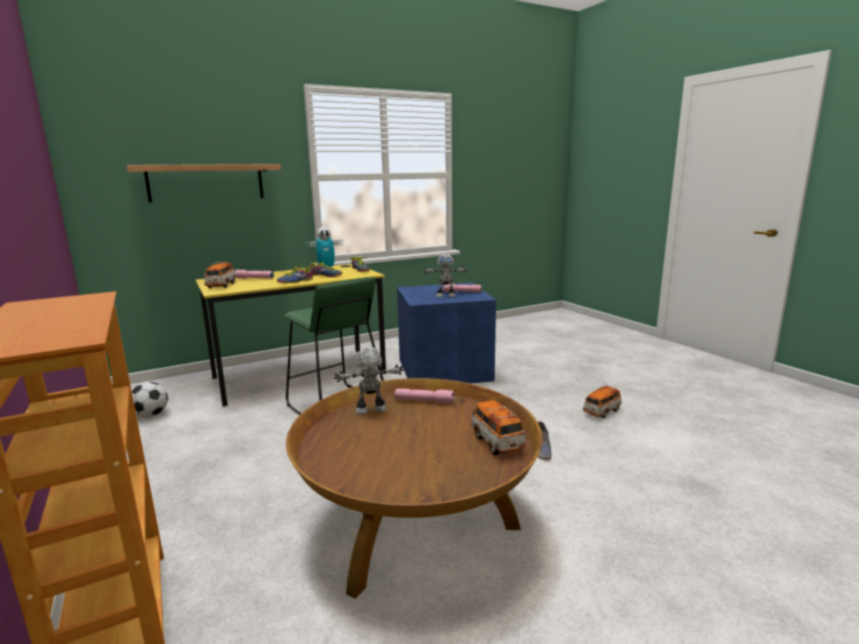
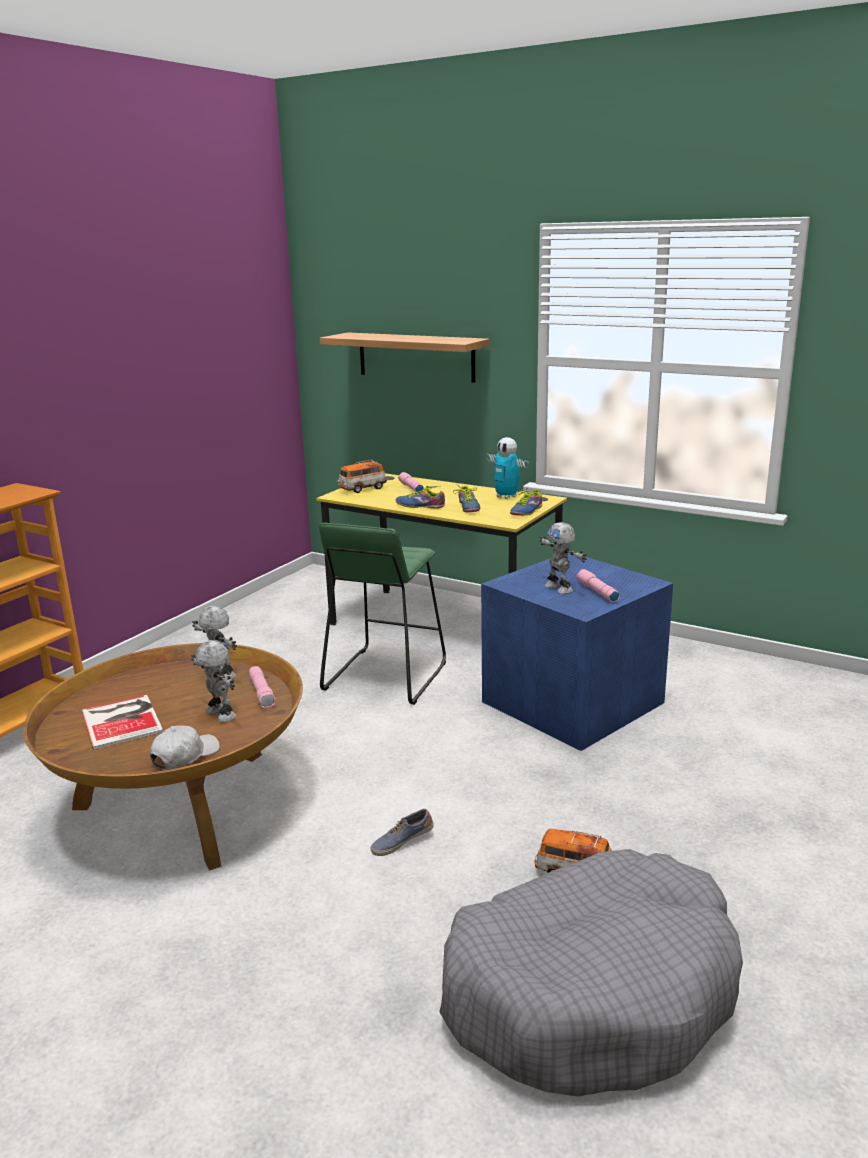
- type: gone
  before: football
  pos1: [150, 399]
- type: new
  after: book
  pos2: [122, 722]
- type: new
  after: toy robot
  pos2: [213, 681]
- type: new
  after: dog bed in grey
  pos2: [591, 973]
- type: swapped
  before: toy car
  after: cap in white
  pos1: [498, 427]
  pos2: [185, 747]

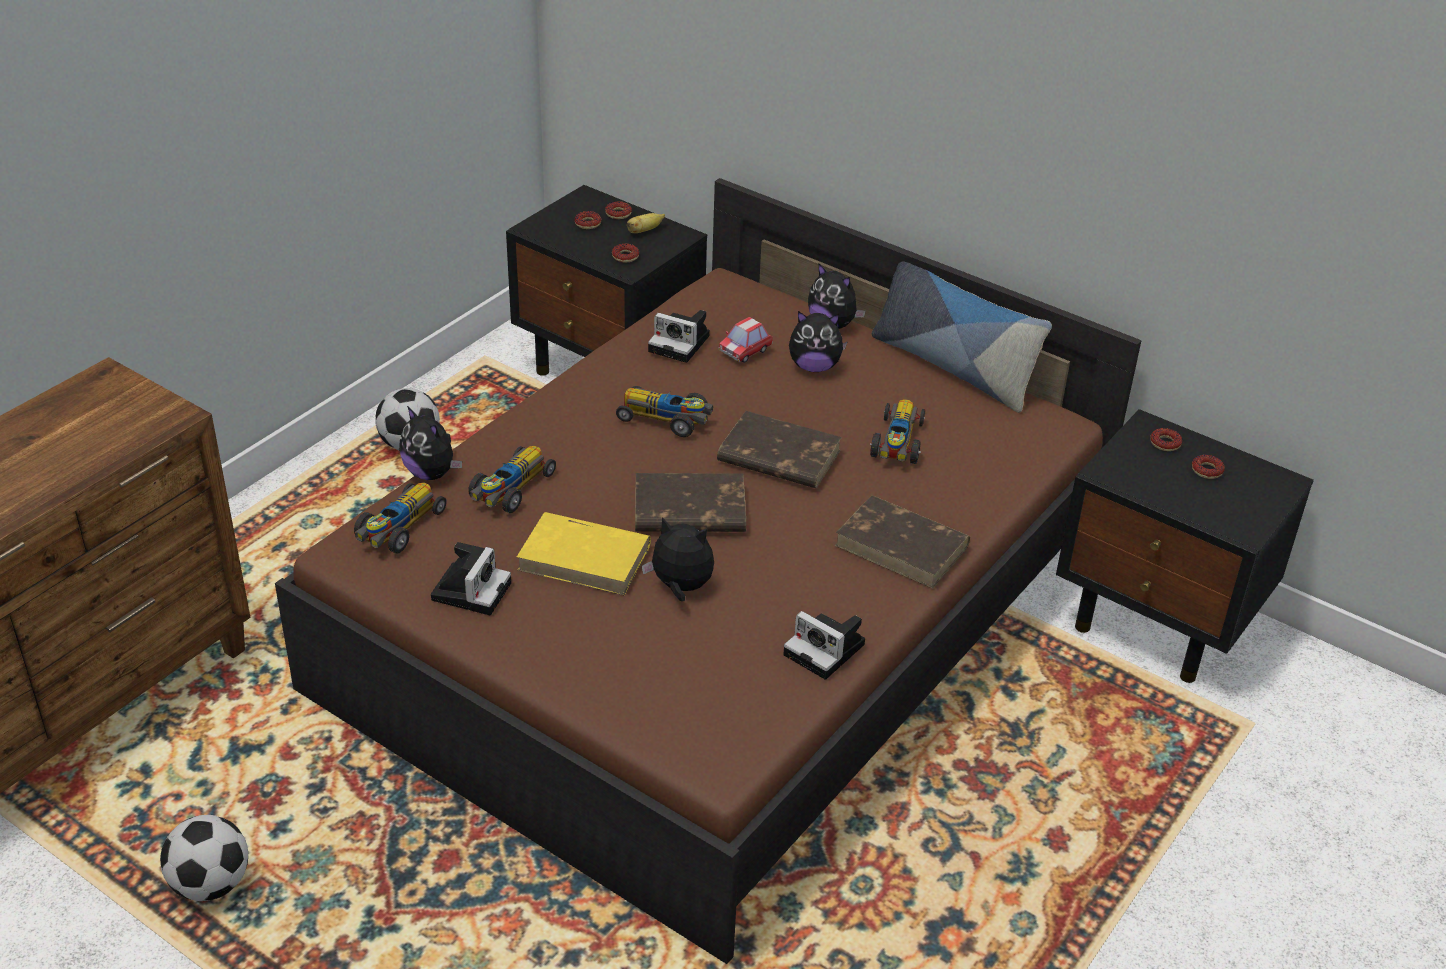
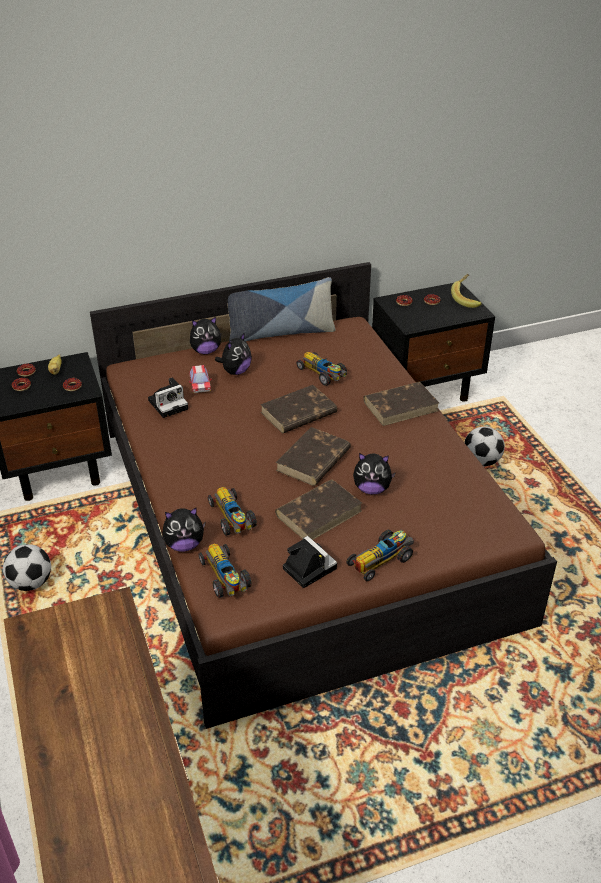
- type: gone
  before: photo camera
  pos1: [824, 645]
- type: new
  after: banana
  pos2: [466, 291]
- type: shifted
  before: football
  pos1: [204, 858]
  pos2: [484, 446]
- type: shifted
  before: toy car
  pos1: [664, 411]
  pos2: [380, 556]
- type: repainted
  before: book in yellow
  after: book in brown
  pos1: [584, 553]
  pos2: [318, 509]
- type: rotated
  before: plush toy
  pos1: [678, 559]
  pos2: [374, 473]
  turn: -135

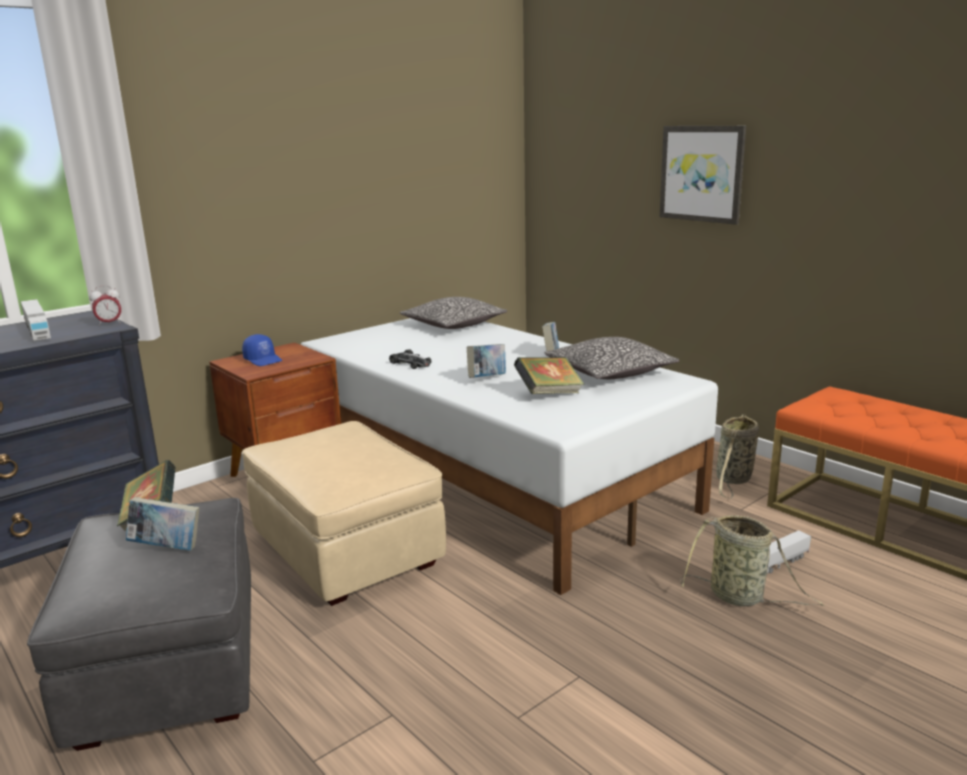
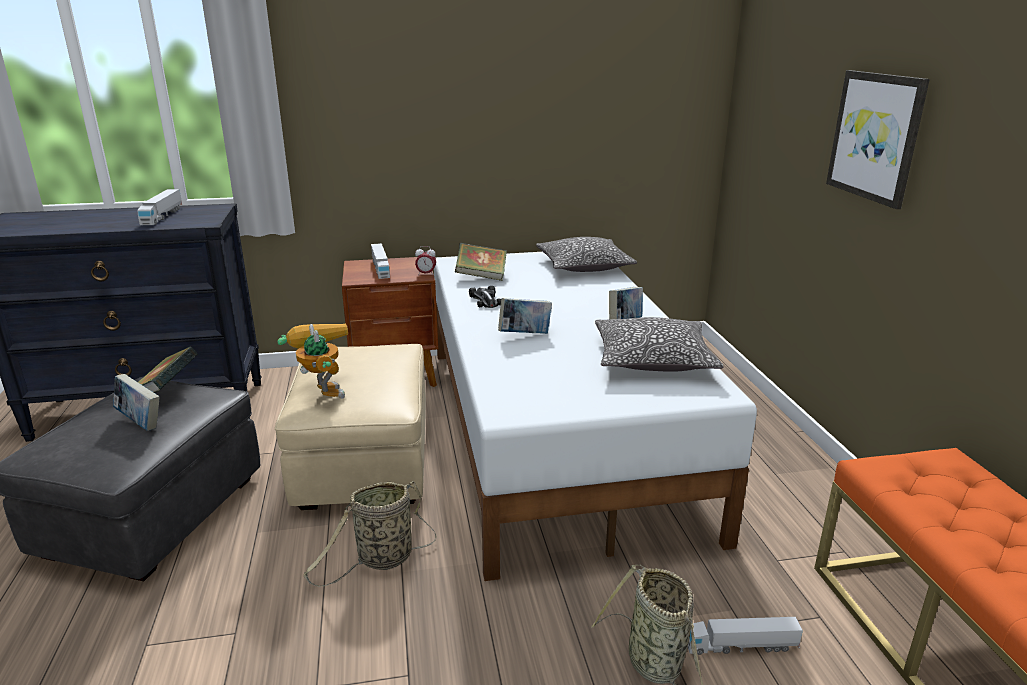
- type: new
  after: toy robot
  pos2: [312, 361]
- type: shifted
  before: alarm clock
  pos1: [105, 305]
  pos2: [425, 260]
- type: shifted
  before: book
  pos1: [549, 375]
  pos2: [481, 262]
- type: shifted
  before: basket
  pos1: [737, 456]
  pos2: [370, 534]
- type: swapped
  before: cap in blue
  after: toy truck
  pos1: [262, 350]
  pos2: [380, 261]

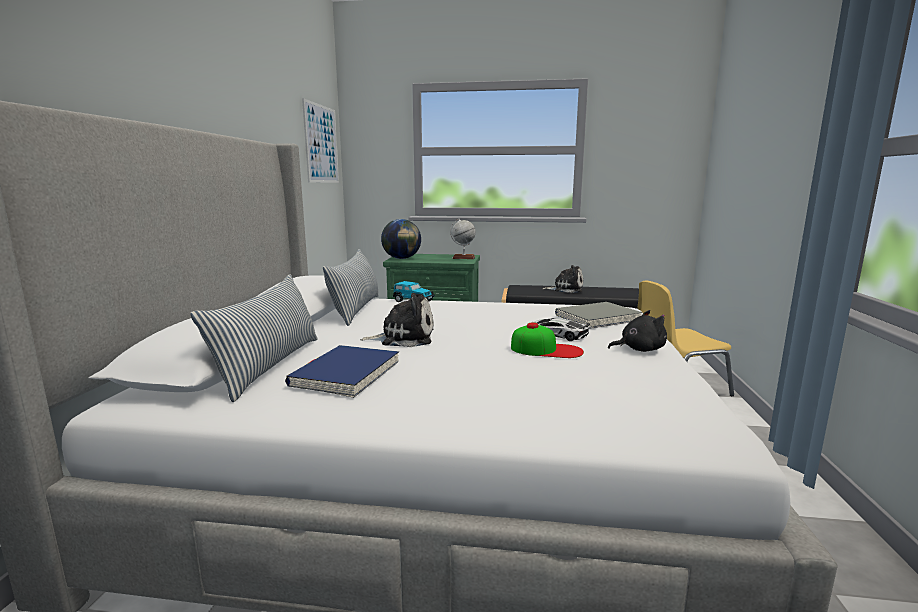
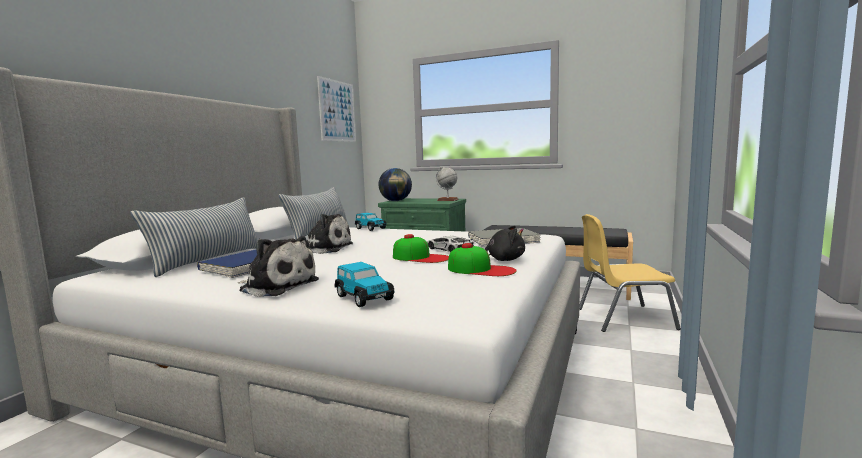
- type: new
  after: toy car
  pos2: [364, 284]
- type: new
  after: cap
  pos2: [482, 259]
- type: shifted
  before: plush toy
  pos1: [563, 279]
  pos2: [278, 266]

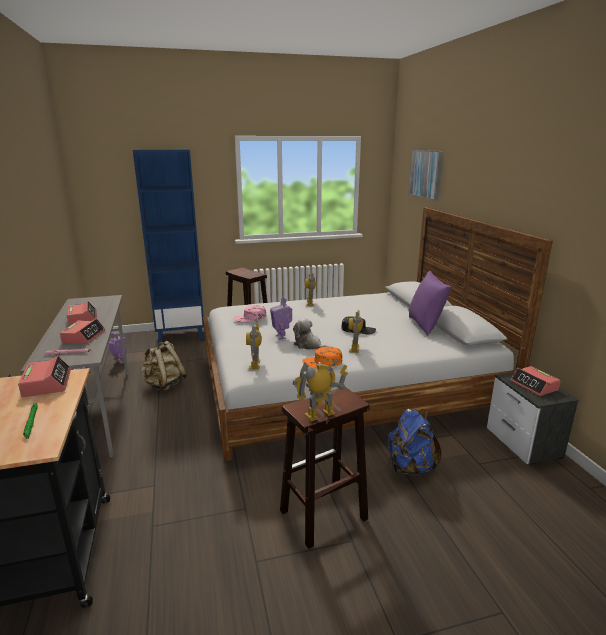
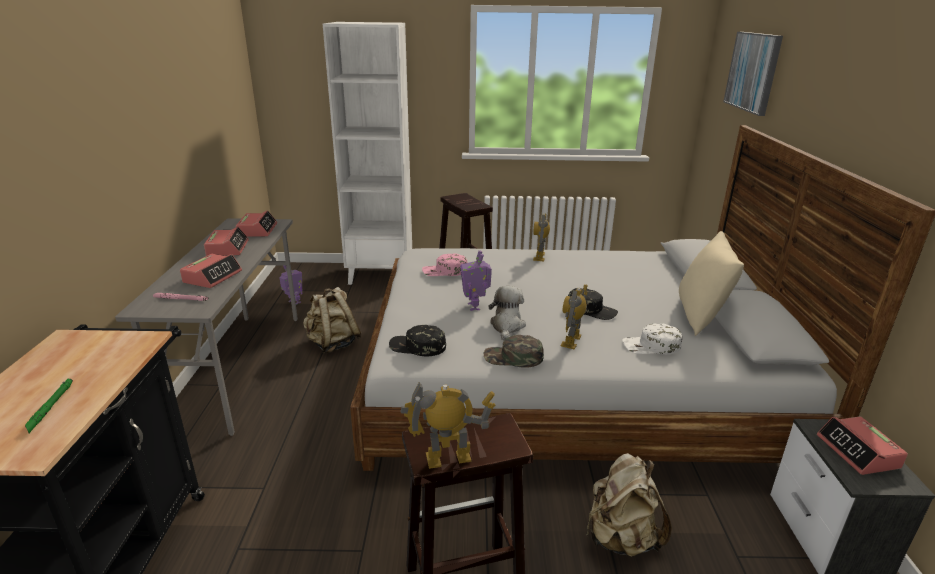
- type: new
  after: cap in white
  pos2: [652, 339]
- type: shifted
  before: alarm clock
  pos1: [44, 376]
  pos2: [256, 223]
- type: swapped
  before: toy robot
  after: cap in black
  pos1: [254, 346]
  pos2: [417, 340]
- type: repainted
  before: bookcase in blue
  after: bookcase in white
  pos1: [168, 247]
  pos2: [367, 153]
- type: repainted
  before: cap in orange
  after: cap in green
  pos1: [322, 357]
  pos2: [514, 351]
- type: repainted
  before: backpack in blue
  after: backpack in beige
  pos1: [415, 442]
  pos2: [629, 505]
- type: repainted
  before: pillow in purple
  after: pillow in beige
  pos1: [430, 303]
  pos2: [711, 283]
- type: rotated
  before: plush toy
  pos1: [310, 334]
  pos2: [507, 313]
  turn: 45

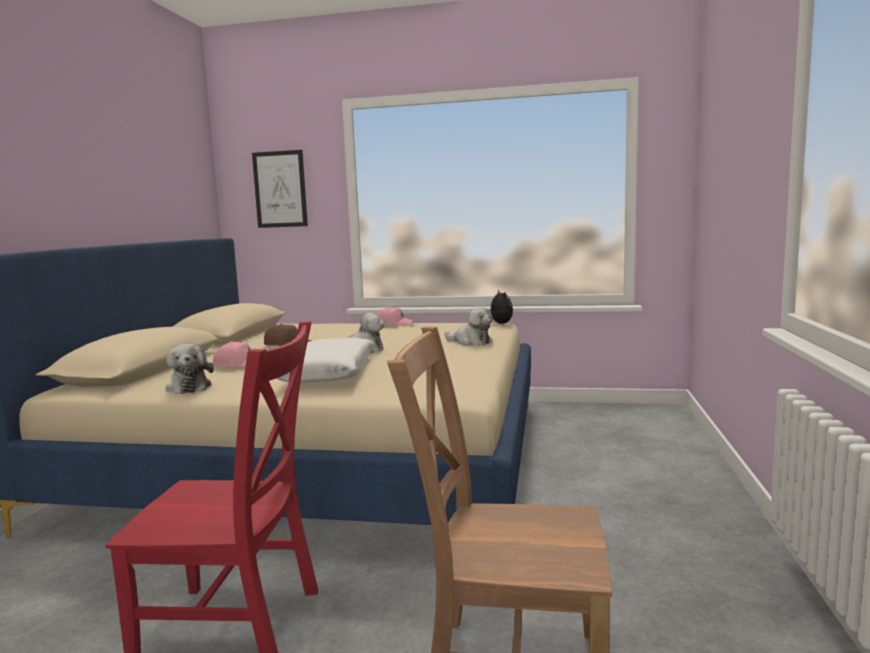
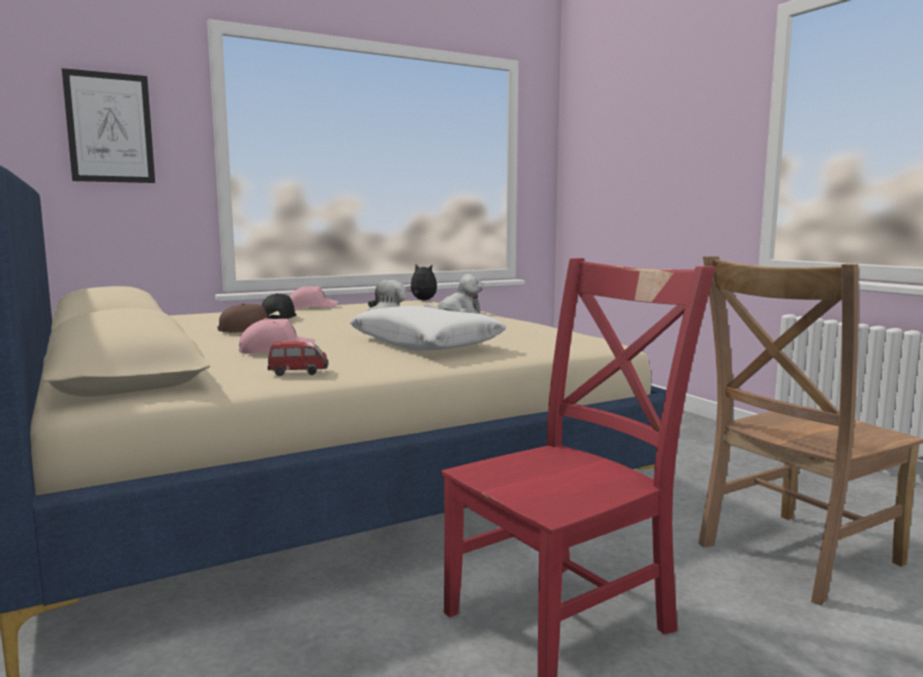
- type: new
  after: cap in black
  pos2: [279, 306]
- type: swapped
  before: plush toy
  after: toy car
  pos1: [189, 369]
  pos2: [298, 358]

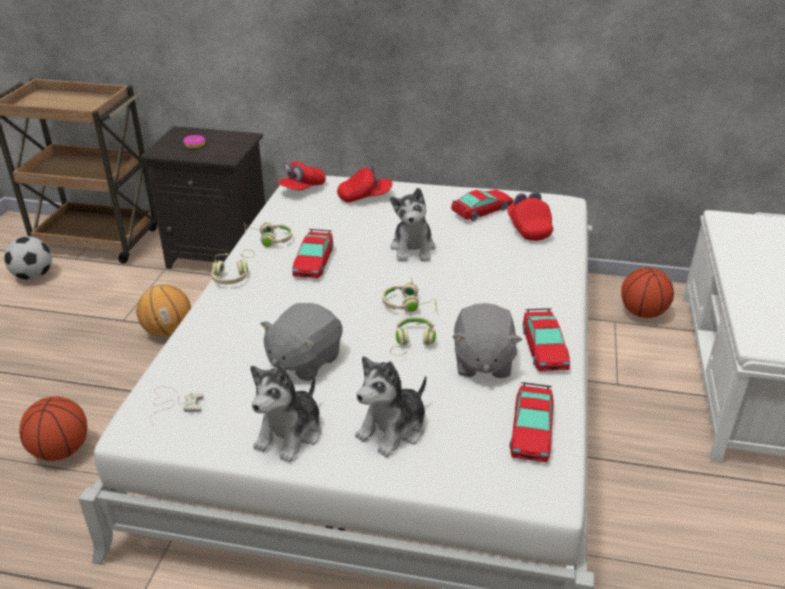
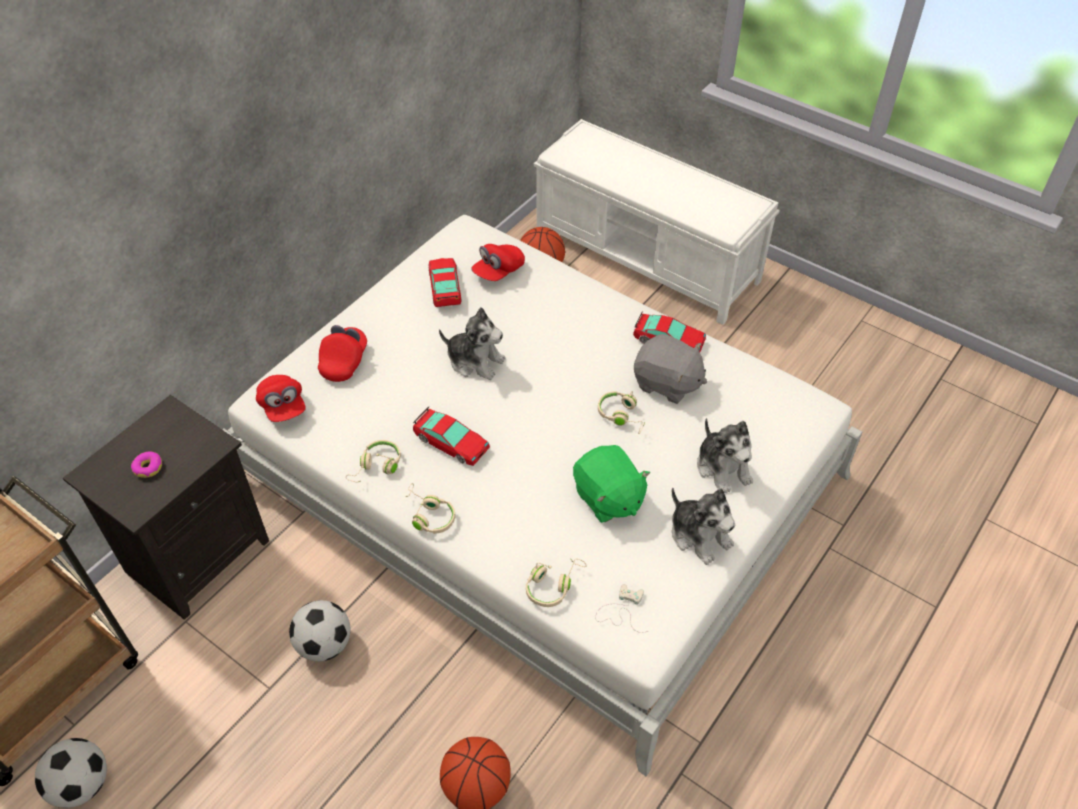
- type: gone
  before: toy car
  pos1: [531, 422]
- type: shifted
  before: headphones in beige
  pos1: [410, 294]
  pos2: [556, 582]
- type: swapped
  before: basketball
  after: football
  pos1: [164, 310]
  pos2: [320, 631]
- type: repainted
  before: plush toy in grey
  after: plush toy in green
  pos1: [302, 342]
  pos2: [612, 484]
- type: rotated
  before: cap in red
  pos1: [530, 216]
  pos2: [498, 262]
  turn: -60

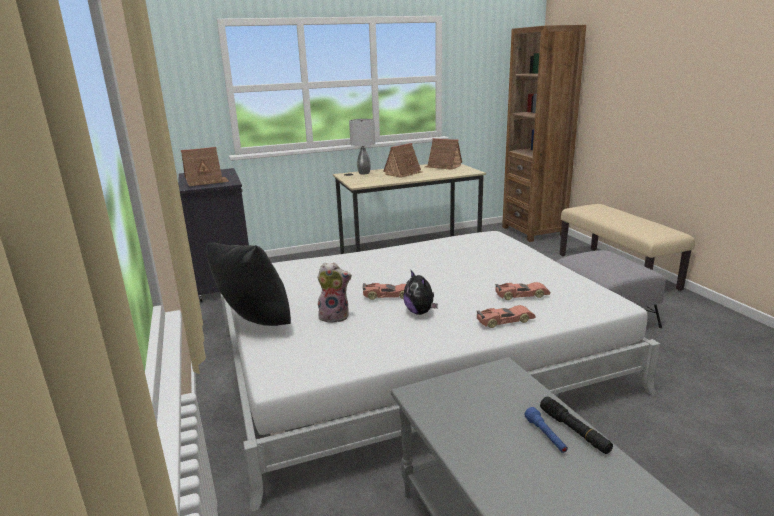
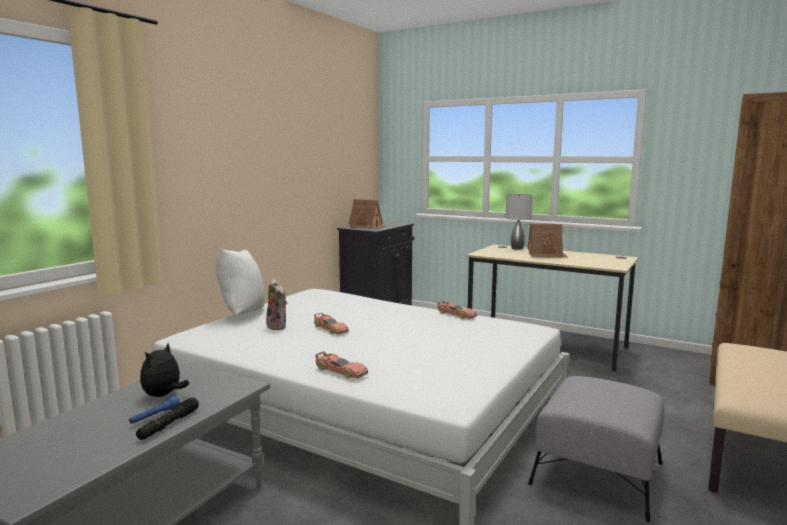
- type: gone
  before: toy house
  pos1: [443, 154]
- type: shifted
  before: plush toy
  pos1: [421, 292]
  pos2: [164, 370]
- type: shifted
  before: toy car
  pos1: [522, 291]
  pos2: [457, 310]
- type: repainted
  before: pillow in black
  after: pillow in white
  pos1: [248, 284]
  pos2: [240, 282]

